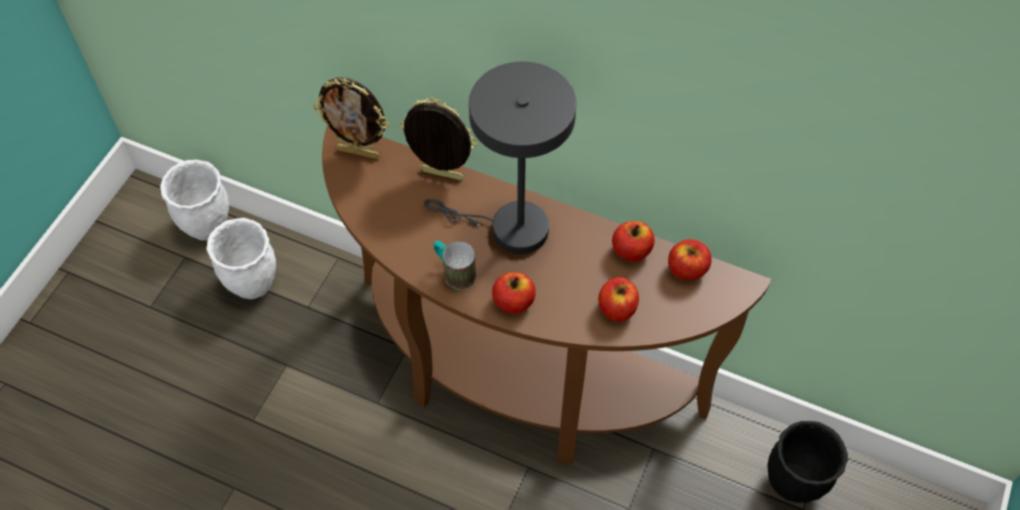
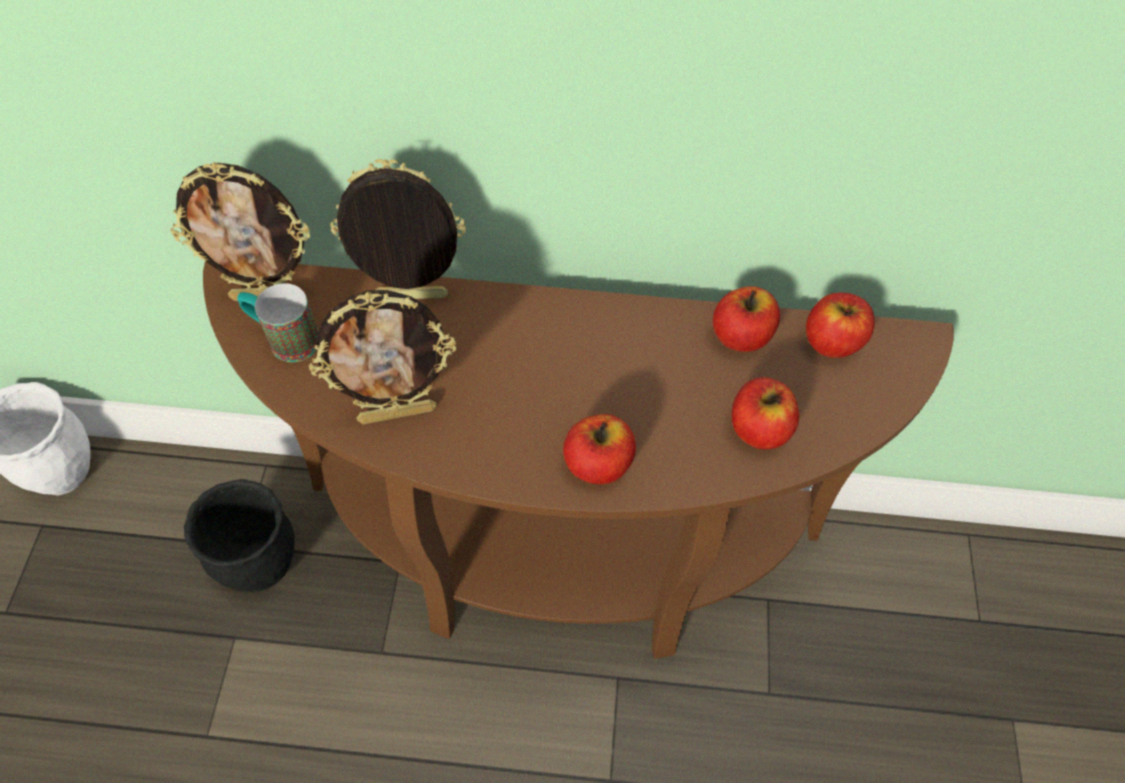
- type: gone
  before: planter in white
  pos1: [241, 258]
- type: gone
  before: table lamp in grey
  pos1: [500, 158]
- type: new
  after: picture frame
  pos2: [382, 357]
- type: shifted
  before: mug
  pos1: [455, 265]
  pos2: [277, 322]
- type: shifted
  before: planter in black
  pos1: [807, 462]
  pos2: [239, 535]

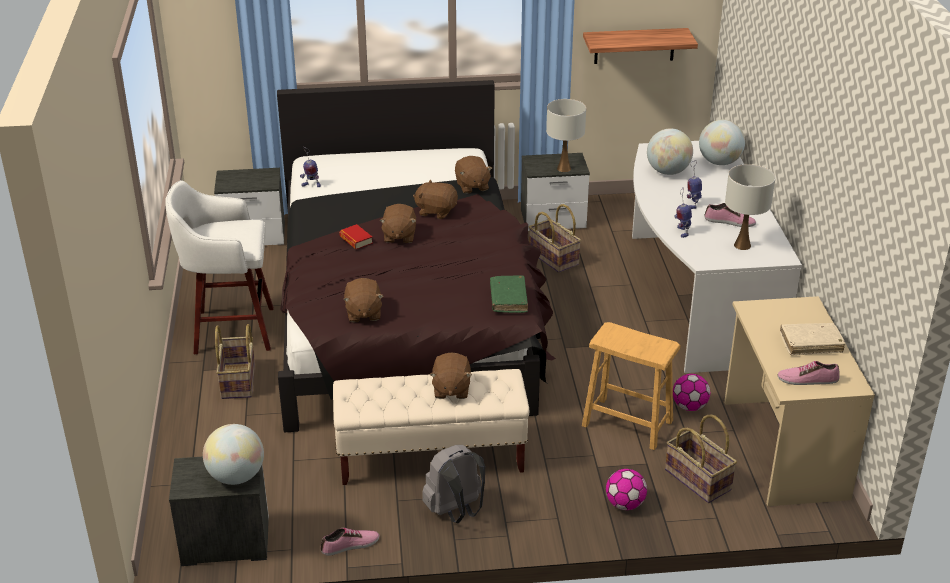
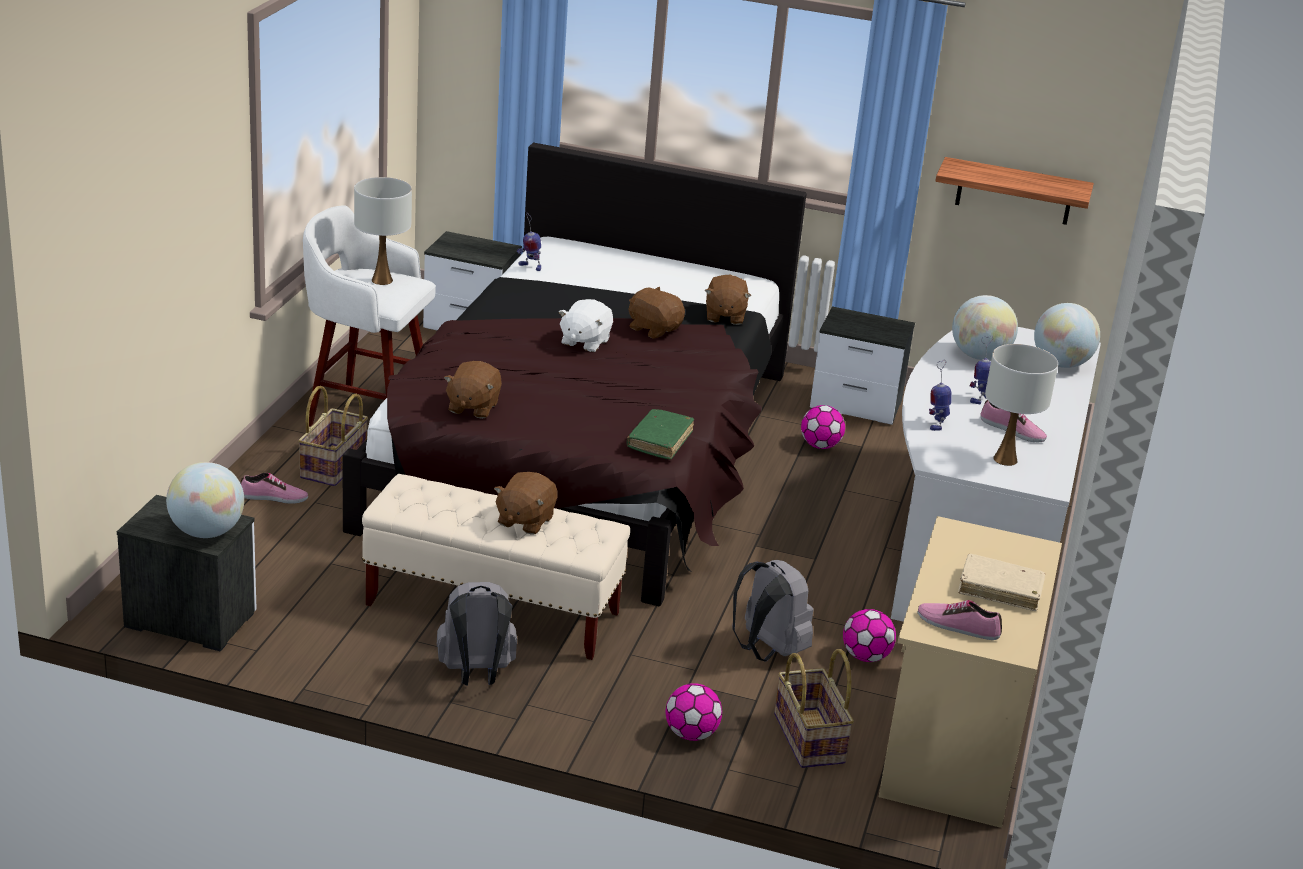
- type: gone
  before: book
  pos1: [356, 236]
- type: shifted
  before: shoe
  pos1: [350, 542]
  pos2: [274, 488]
- type: shifted
  before: table lamp in white
  pos1: [566, 135]
  pos2: [383, 231]
- type: swapped
  before: basket
  after: football
  pos1: [555, 238]
  pos2: [823, 427]
- type: swapped
  before: stool in brown
  after: backpack in grey
  pos1: [631, 386]
  pos2: [772, 610]
- type: repainted
  before: plush toy in brown
  after: plush toy in white
  pos1: [397, 223]
  pos2: [586, 325]

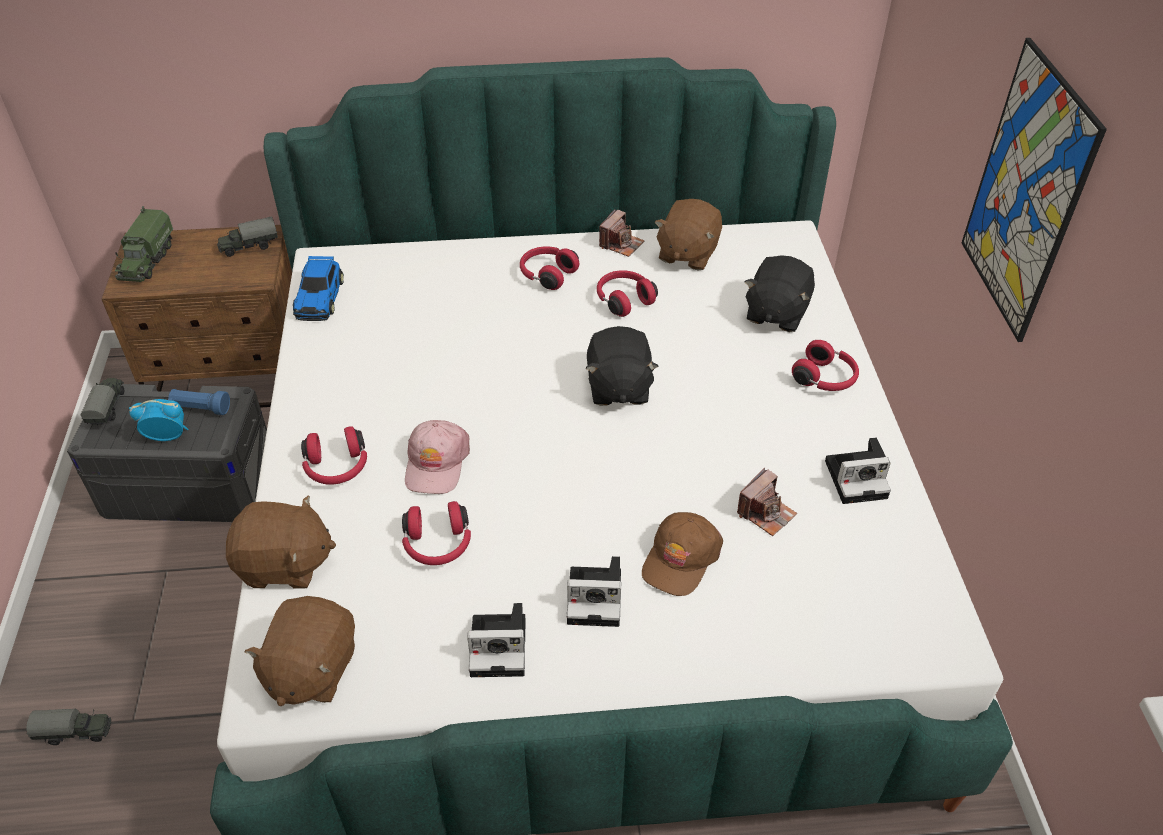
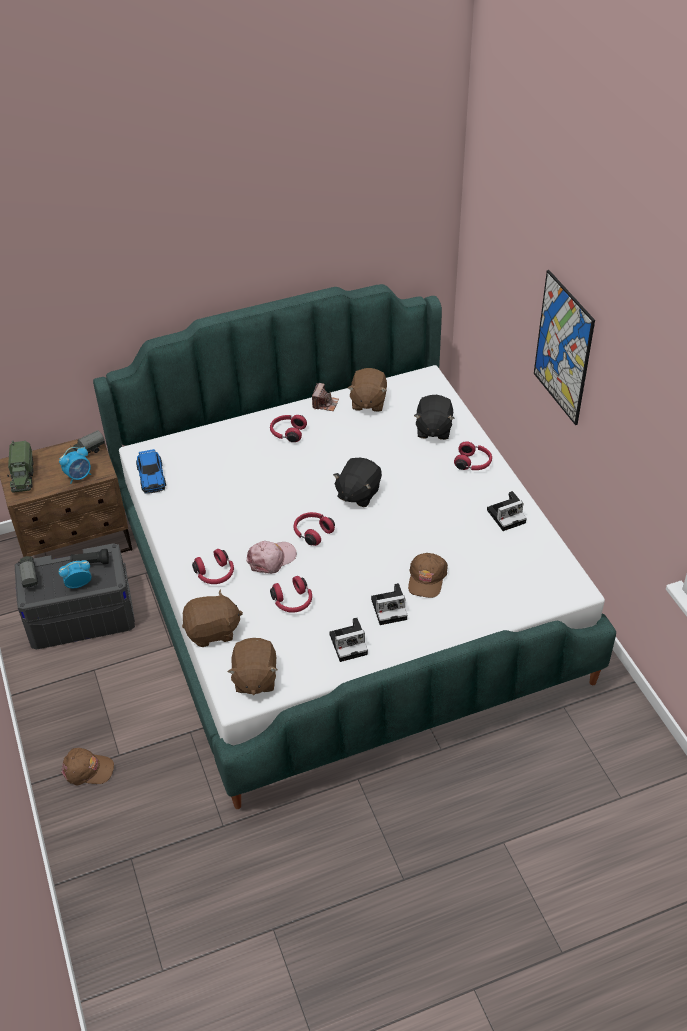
- type: gone
  before: photo camera
  pos1: [767, 502]
- type: new
  after: alarm clock
  pos2: [75, 465]
- type: shifted
  before: headphones in red
  pos1: [627, 293]
  pos2: [314, 529]
- type: swapped
  before: toy truck
  after: cap in brown
  pos1: [68, 727]
  pos2: [87, 766]
- type: repainted
  before: flashlight in blue
  after: flashlight in black
  pos1: [199, 402]
  pos2: [89, 556]
- type: rotated
  before: cap in pink
  pos1: [437, 457]
  pos2: [272, 557]
  turn: -120
- type: rotated
  before: plush toy in black
  pos1: [622, 366]
  pos2: [357, 482]
  turn: 45

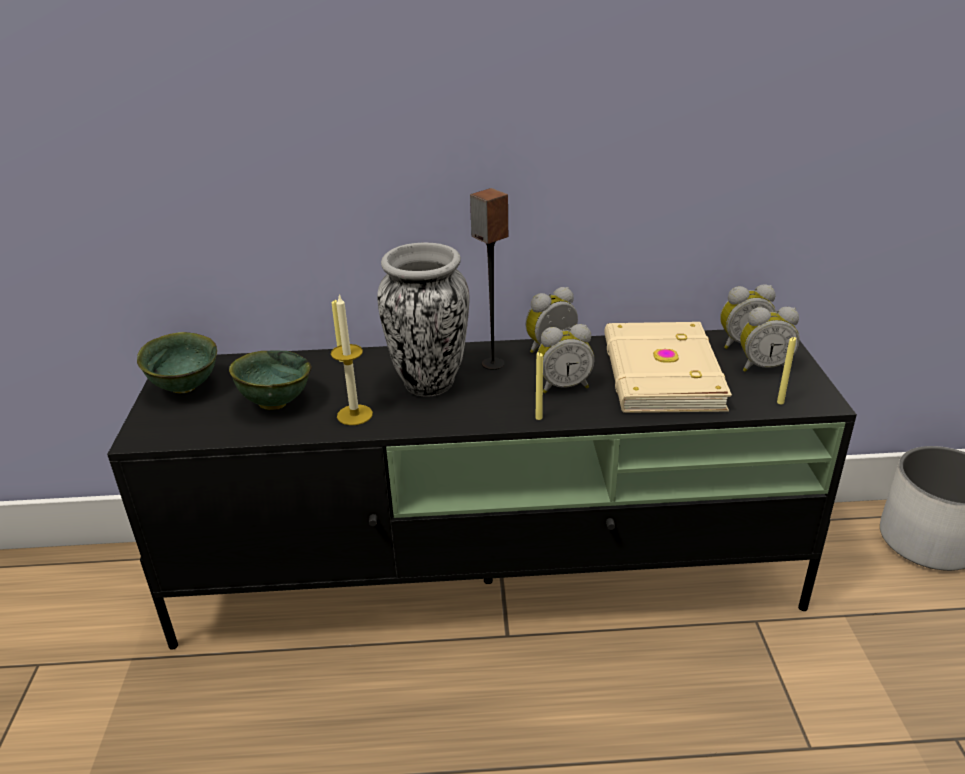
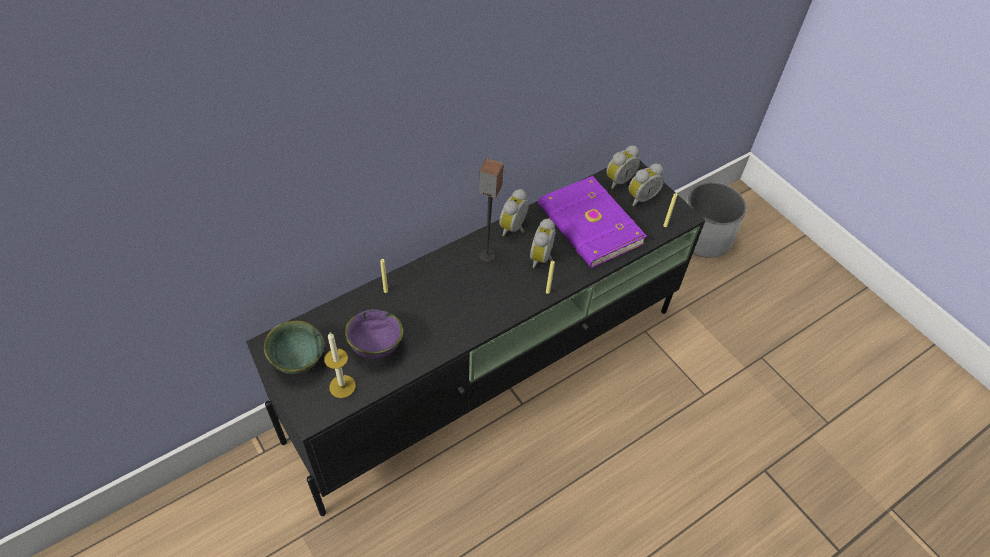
- type: gone
  before: vase
  pos1: [423, 320]
- type: shifted
  before: candle
  pos1: [352, 359]
  pos2: [340, 365]
- type: repainted
  before: bowl in green
  after: bowl in purple
  pos1: [270, 380]
  pos2: [374, 334]
- type: repainted
  before: book in beige
  after: book in purple
  pos1: [668, 367]
  pos2: [592, 222]
- type: rotated
  before: alarm clock
  pos1: [566, 358]
  pos2: [543, 243]
  turn: 150

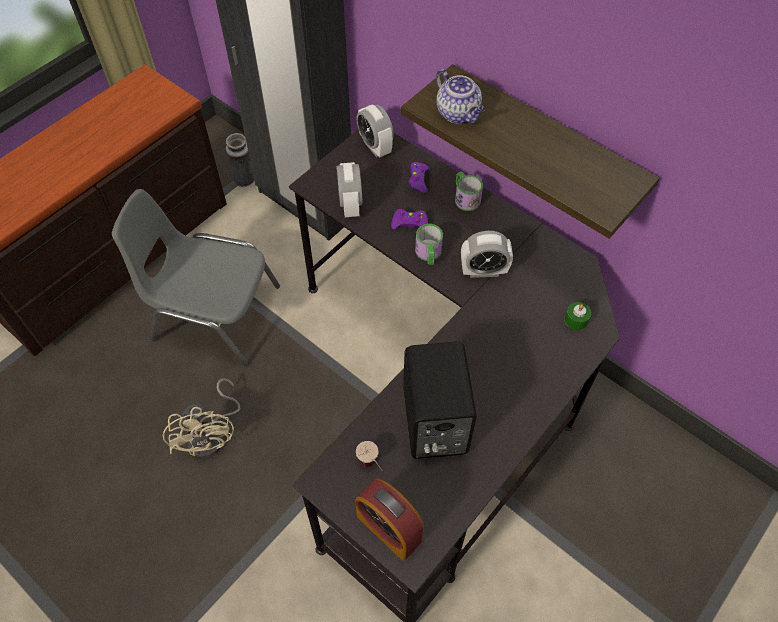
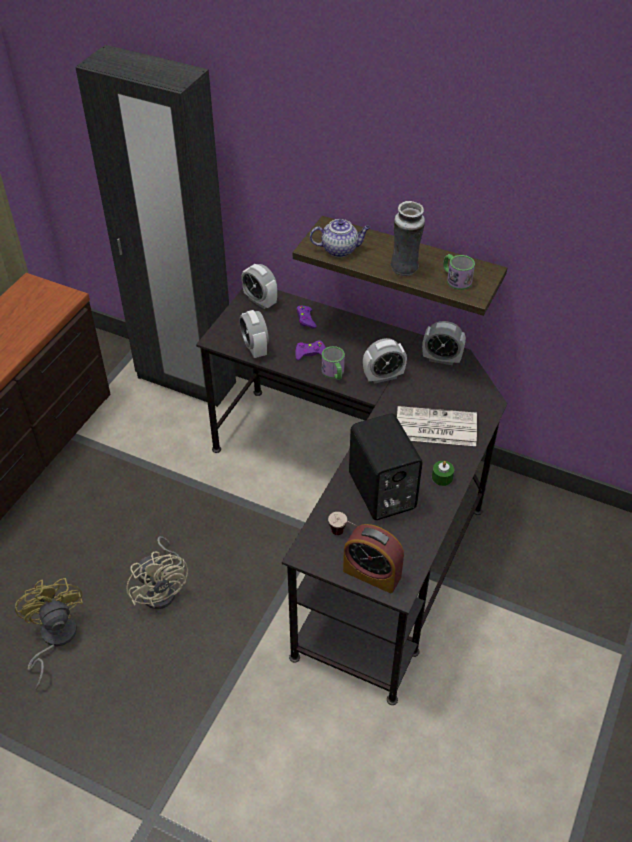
- type: gone
  before: chair in grey
  pos1: [196, 277]
- type: new
  after: fan in yellow
  pos2: [49, 634]
- type: new
  after: newspaper
  pos2: [437, 426]
- type: new
  after: alarm clock
  pos2: [444, 343]
- type: shifted
  before: vase
  pos1: [240, 160]
  pos2: [408, 238]
- type: shifted
  before: mug
  pos1: [469, 191]
  pos2: [459, 272]
- type: shifted
  before: candle in green
  pos1: [577, 316]
  pos2: [443, 473]
- type: rotated
  before: teapot
  pos1: [460, 96]
  pos2: [340, 238]
  turn: -45

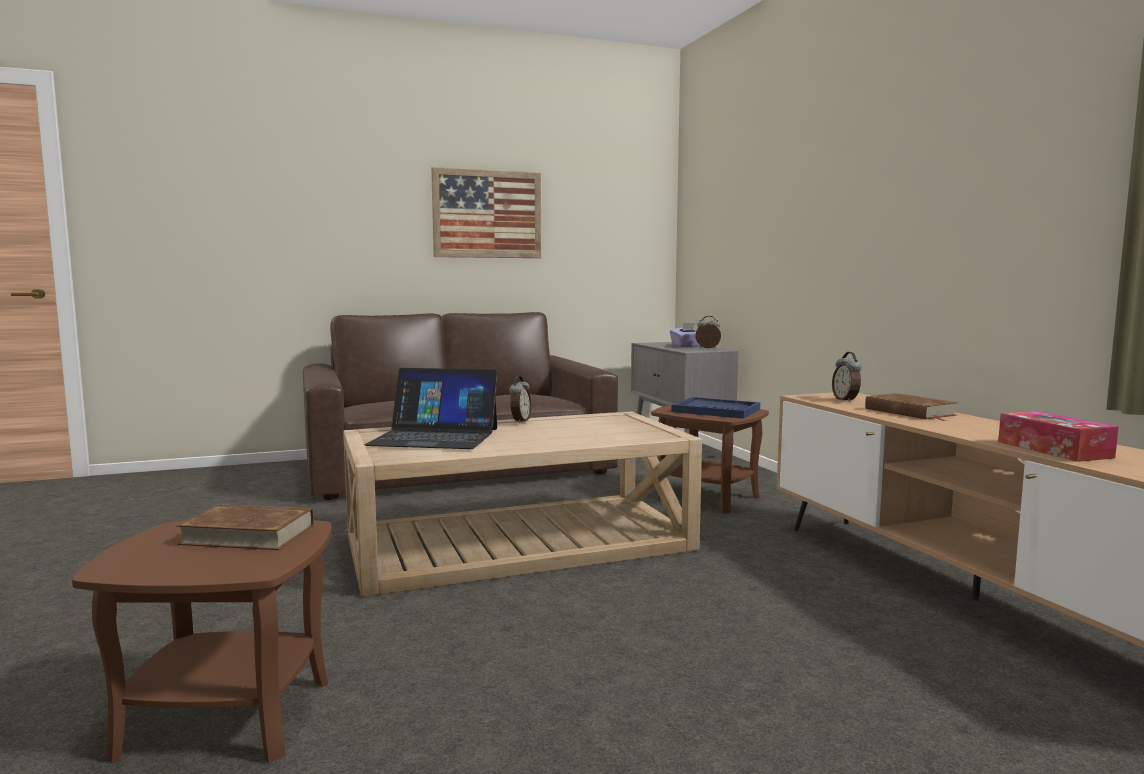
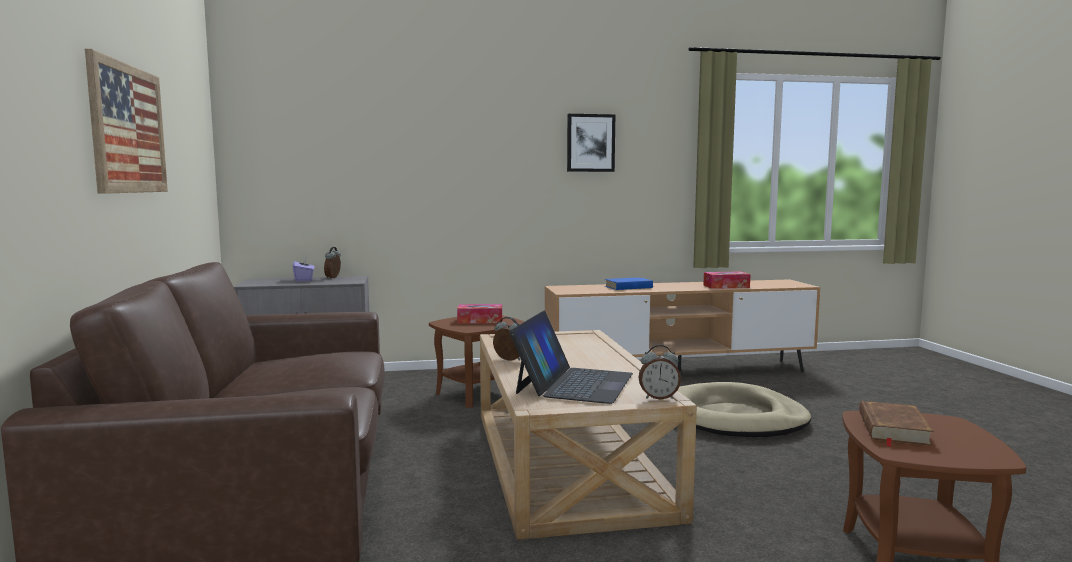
- type: new
  after: picture
  pos2: [591, 143]
- type: new
  after: dog bed in beige
  pos2: [744, 409]
- type: shifted
  before: alarm clock
  pos1: [847, 377]
  pos2: [660, 372]
- type: swapped
  before: tray in blue
  after: tissue box
  pos1: [715, 408]
  pos2: [479, 314]
- type: repainted
  before: book in brown
  after: book in blue
  pos1: [911, 407]
  pos2: [629, 283]

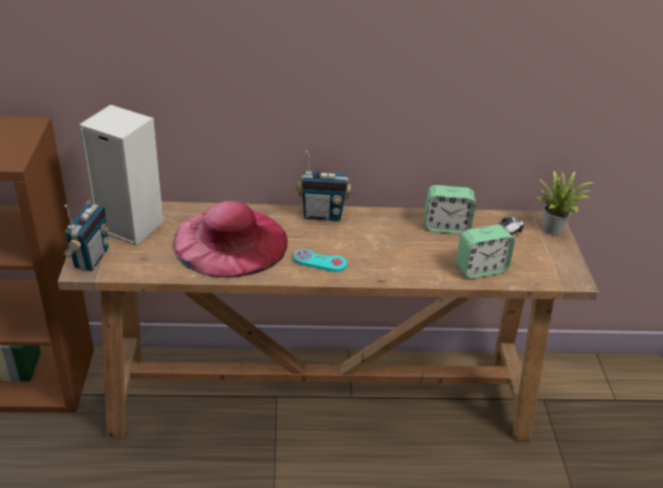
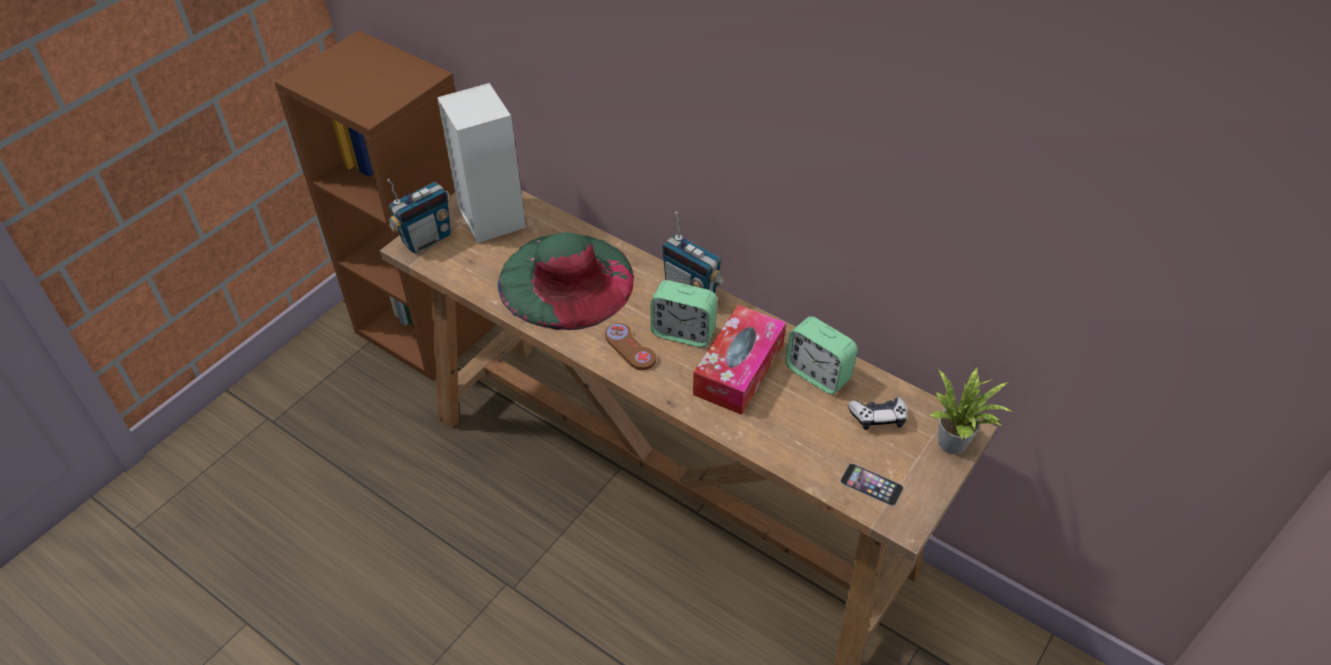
- type: new
  after: tissue box
  pos2: [739, 360]
- type: new
  after: phone
  pos2: [872, 484]
- type: shifted
  before: alarm clock
  pos1: [485, 252]
  pos2: [684, 314]
- type: repainted
  before: hat in pink
  after: hat in green
  pos1: [230, 239]
  pos2: [565, 281]
- type: repainted
  before: game controller in turquoise
  after: game controller in brown
  pos1: [320, 260]
  pos2: [630, 346]

